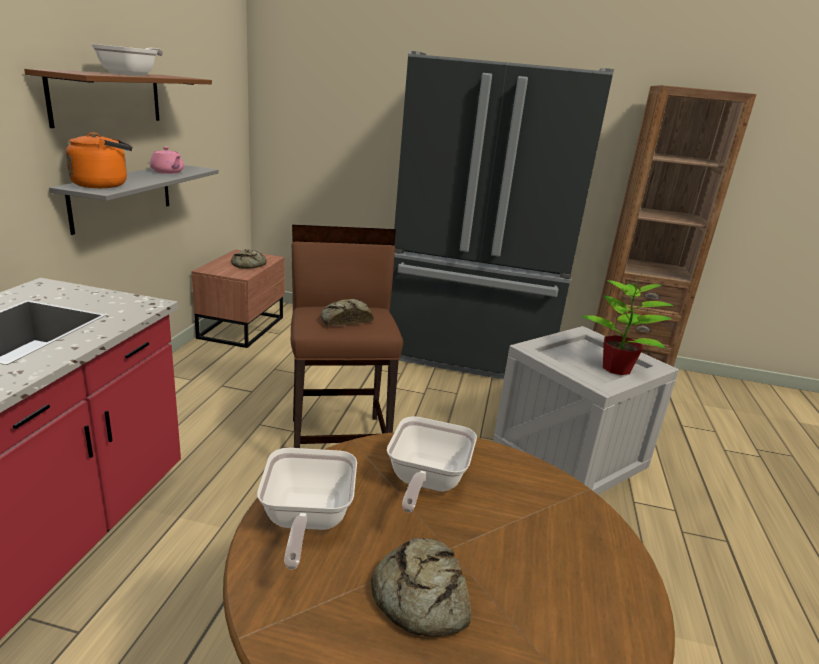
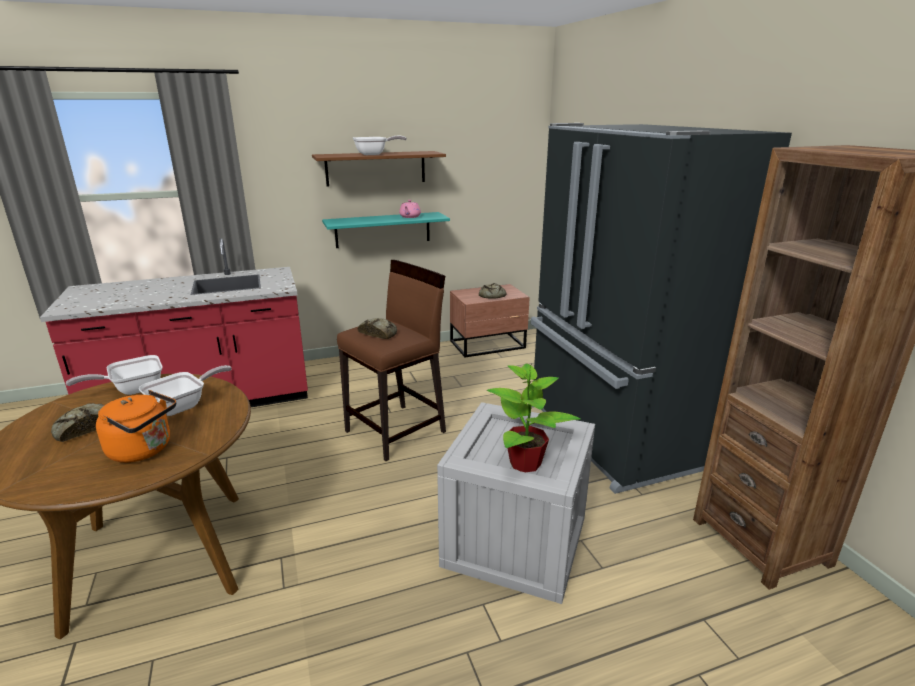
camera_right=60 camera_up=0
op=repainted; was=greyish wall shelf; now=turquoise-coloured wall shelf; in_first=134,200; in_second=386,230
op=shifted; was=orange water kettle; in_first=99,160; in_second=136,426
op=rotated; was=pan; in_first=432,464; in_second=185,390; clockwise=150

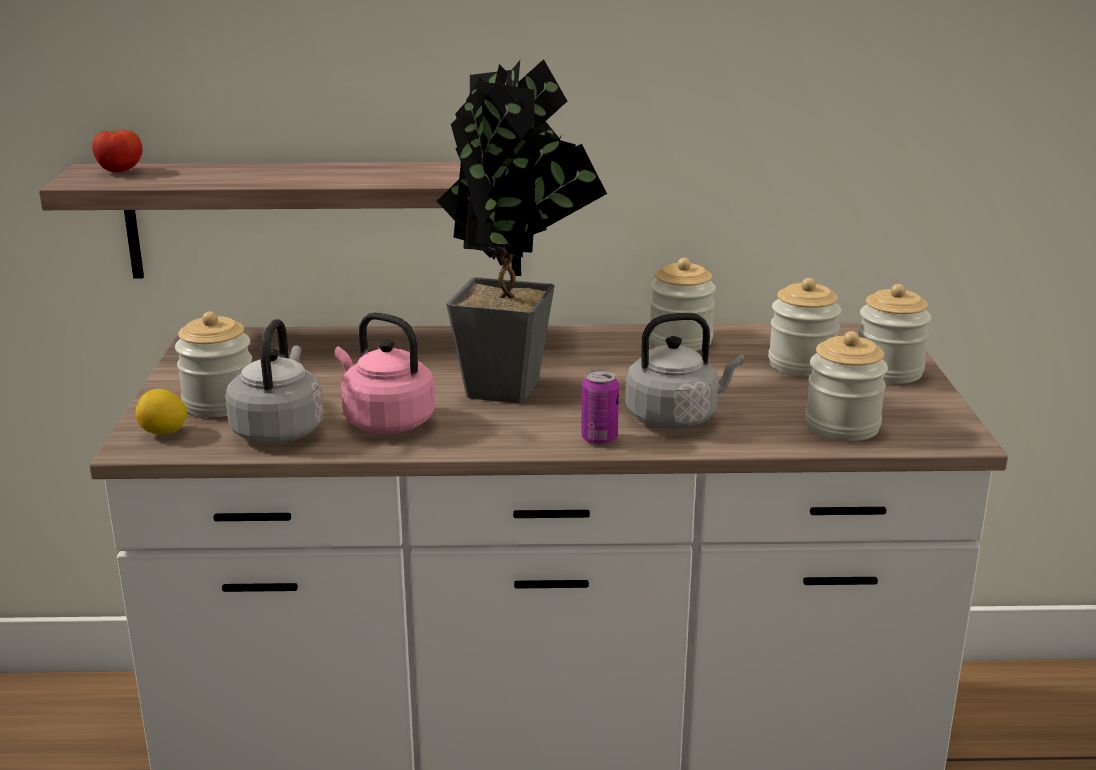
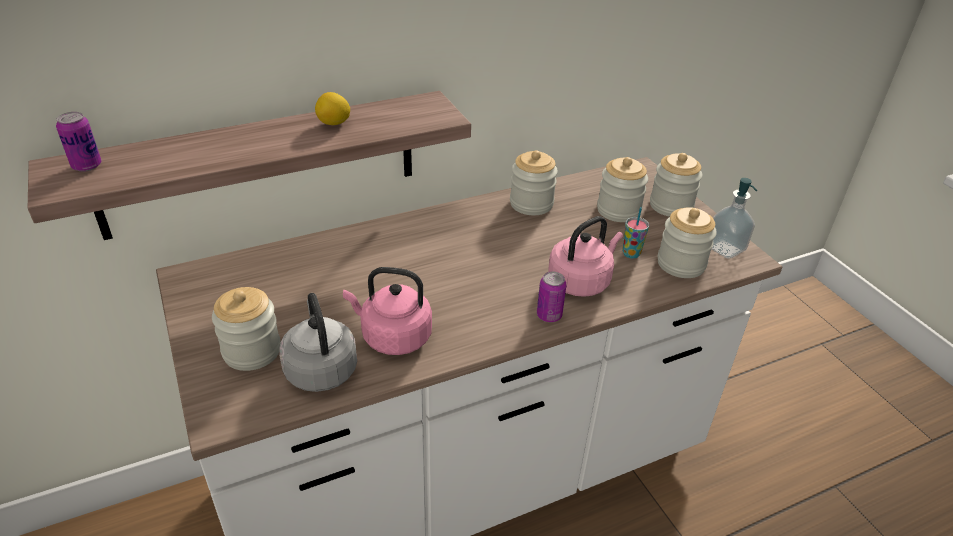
camera_right=-25 camera_up=15
op=swapped; was=tomato; now=metal can; in_first=117,151; in_second=78,142
op=shifted; was=whole lemon; in_first=161,412; in_second=332,108
op=gone; was=houseplant; in_first=522,231
op=repainted; was=greyish water kettle; now=pink water kettle; in_first=685,371; in_second=585,256
op=new; now=cup; in_second=635,233
op=new; now=soap bottle; in_second=734,218

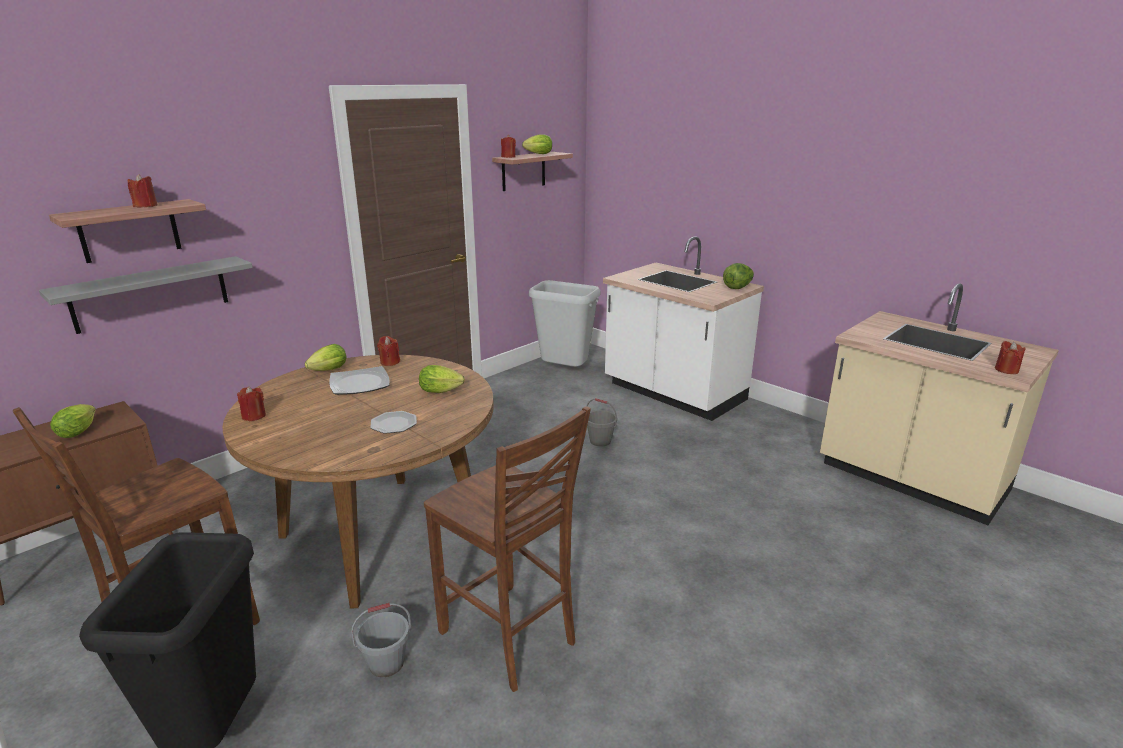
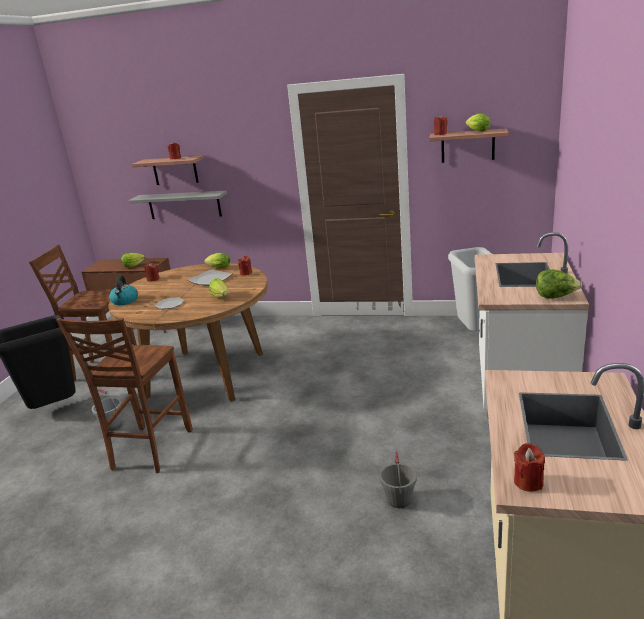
camera_right=60 camera_up=0
op=shifted; was=greyish water bucket; in_first=602,422; in_second=398,479
op=new; now=water kettle; in_second=123,290

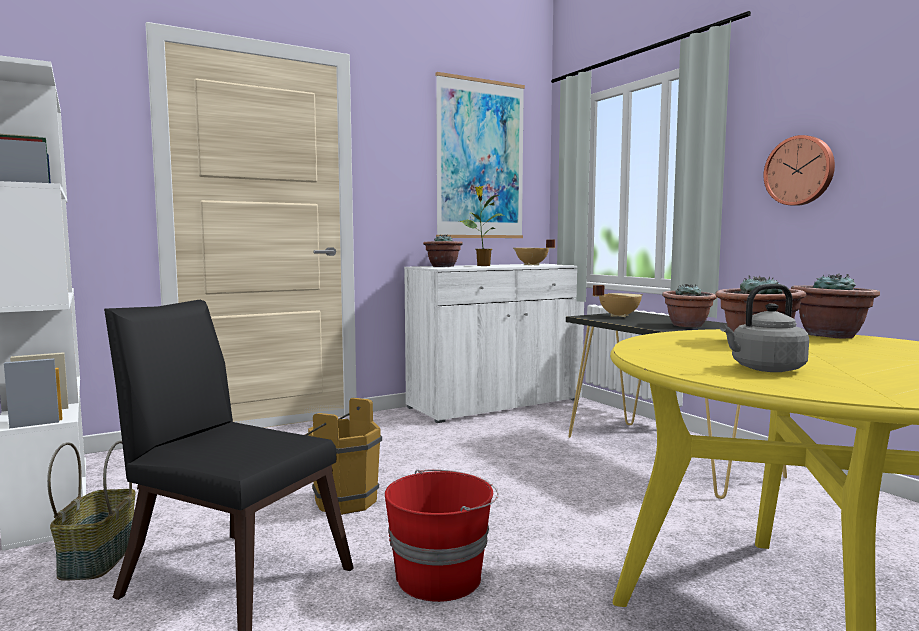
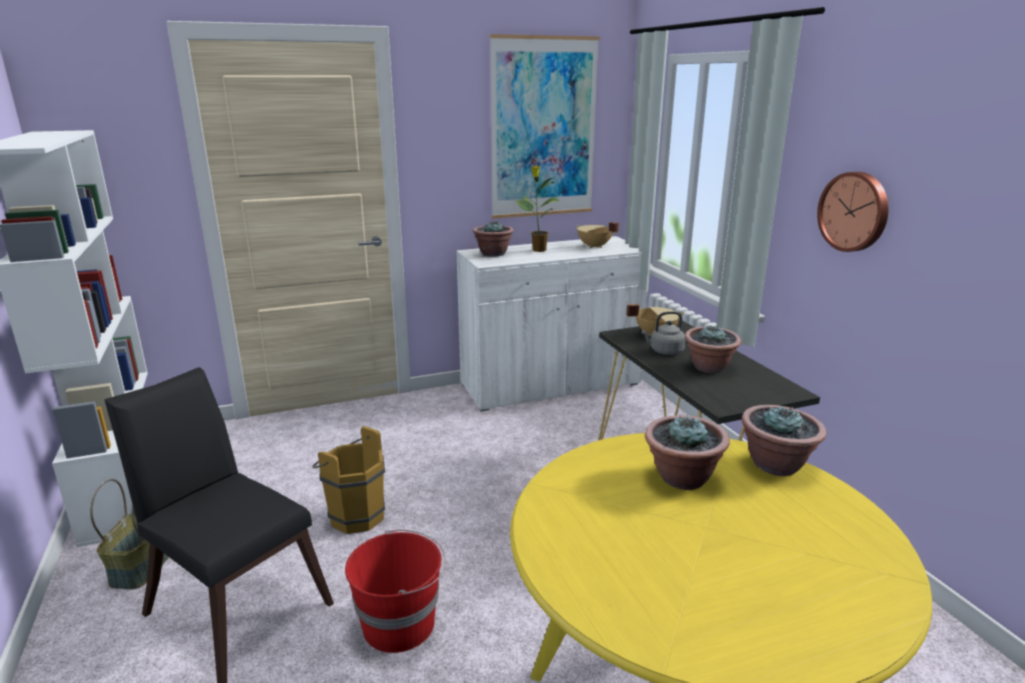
camera_right=10 camera_up=15
op=shifted; was=greyish water kettle; in_first=764,328; in_second=664,333

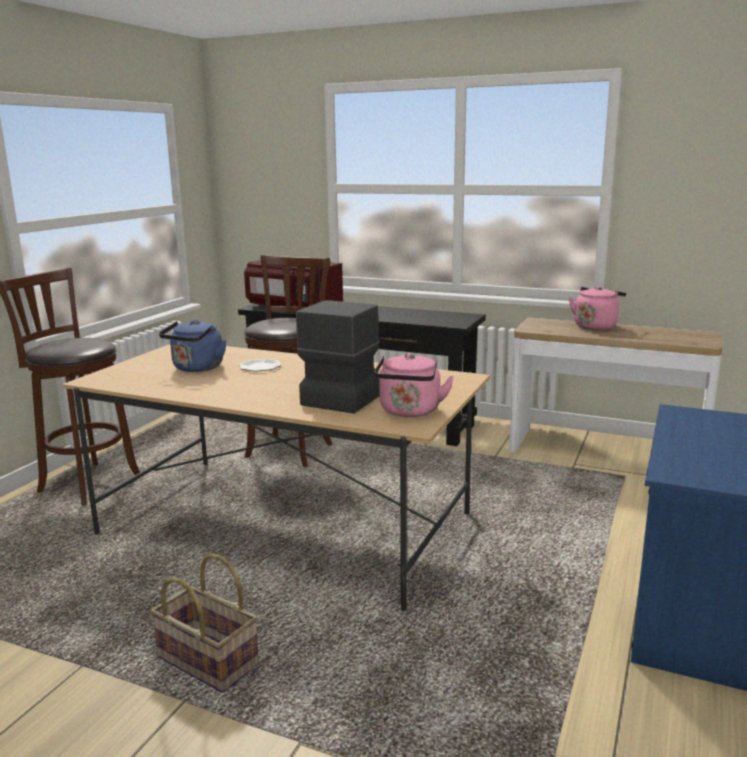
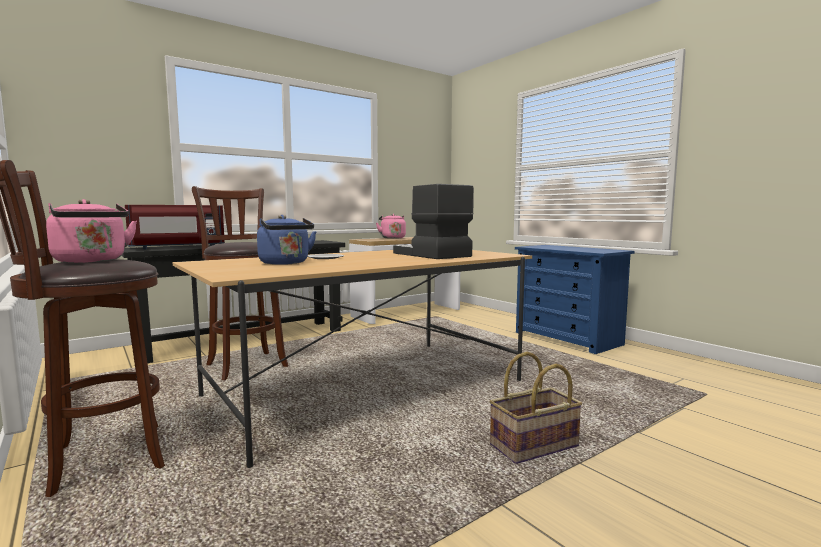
camera_right=-60 camera_up=-10
op=shifted; was=pink water kettle; in_first=414,385; in_second=91,231

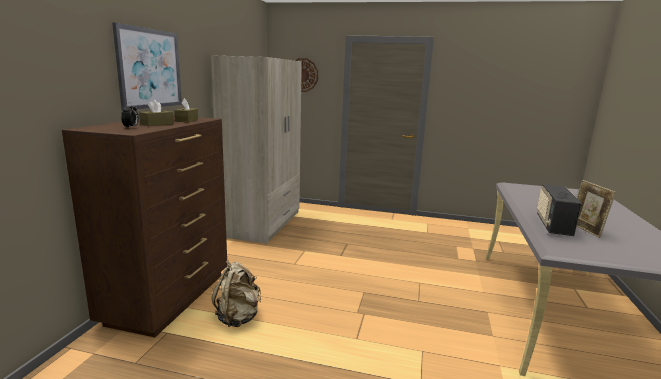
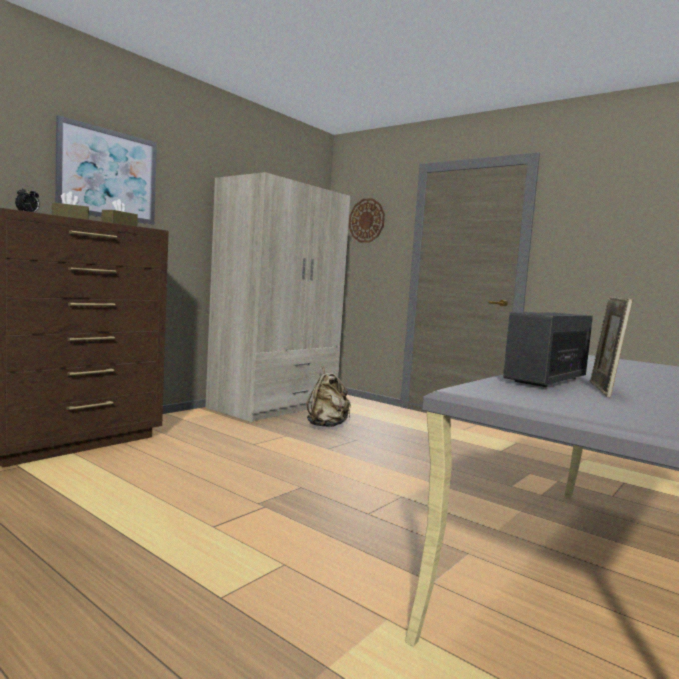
camera_right=25 camera_up=-10
op=shifted; was=sand-coloured rucksack; in_first=236,293; in_second=329,396

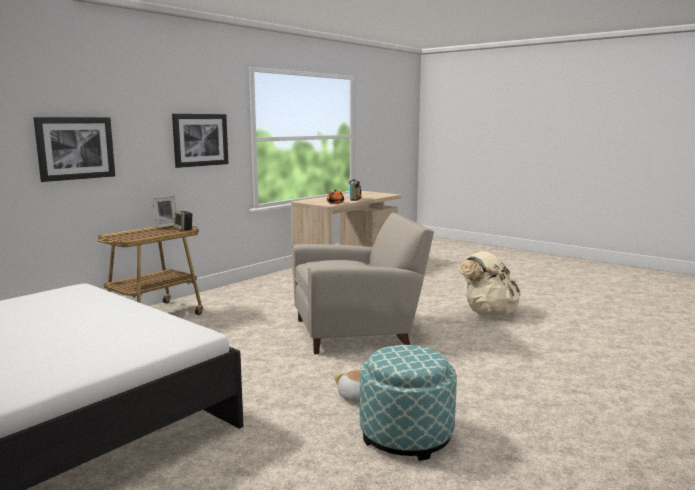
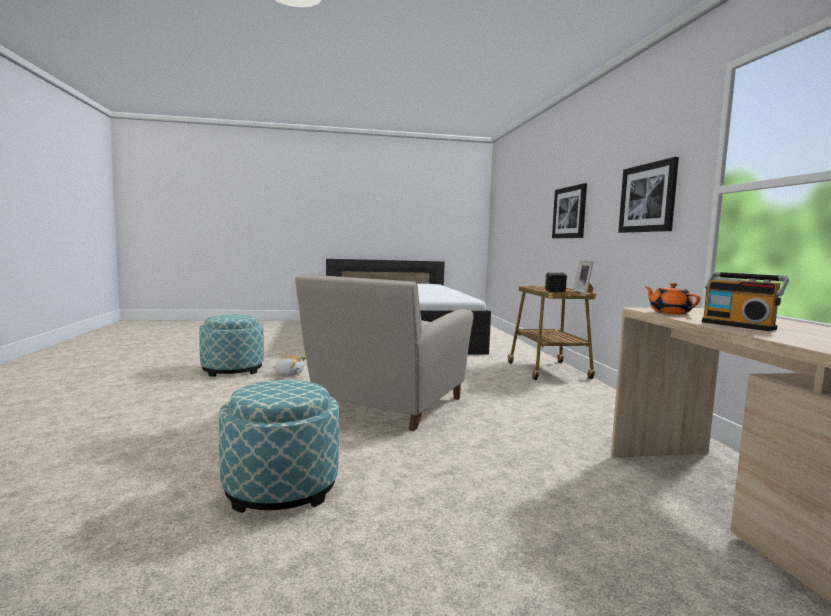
camera_right=130 camera_up=-5
op=swapped; was=sand-coloured rucksack; now=footrest; in_first=489,283; in_second=279,446

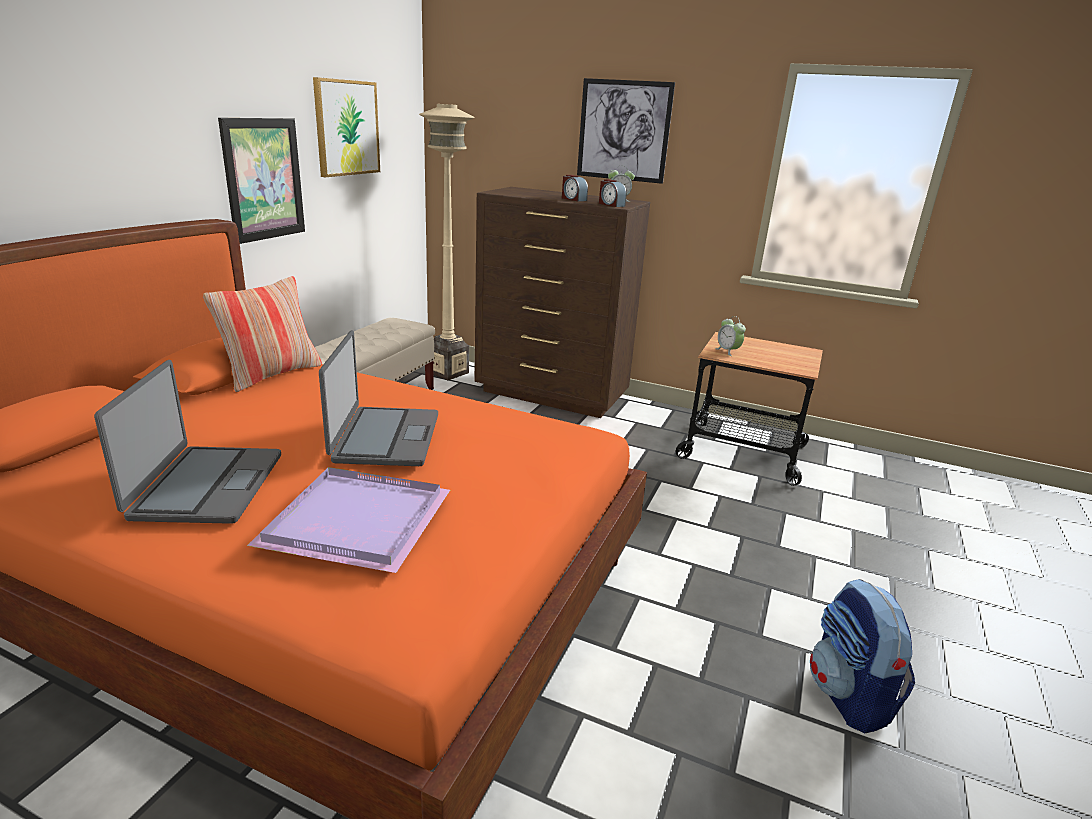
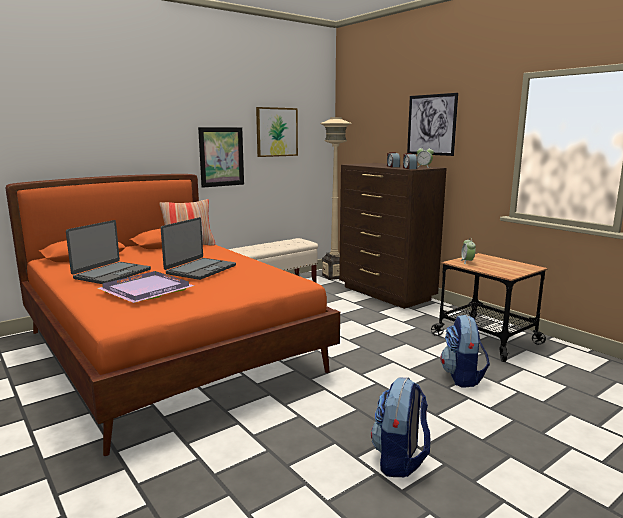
camera_right=30 camera_up=-10
op=new; now=rucksack; in_second=465,351

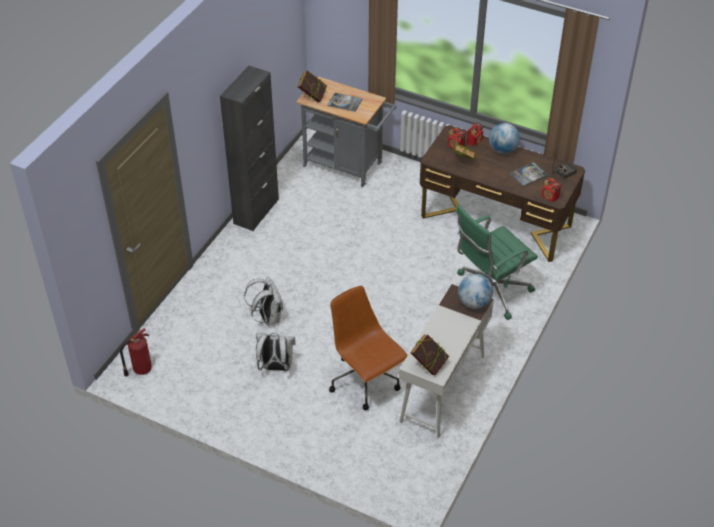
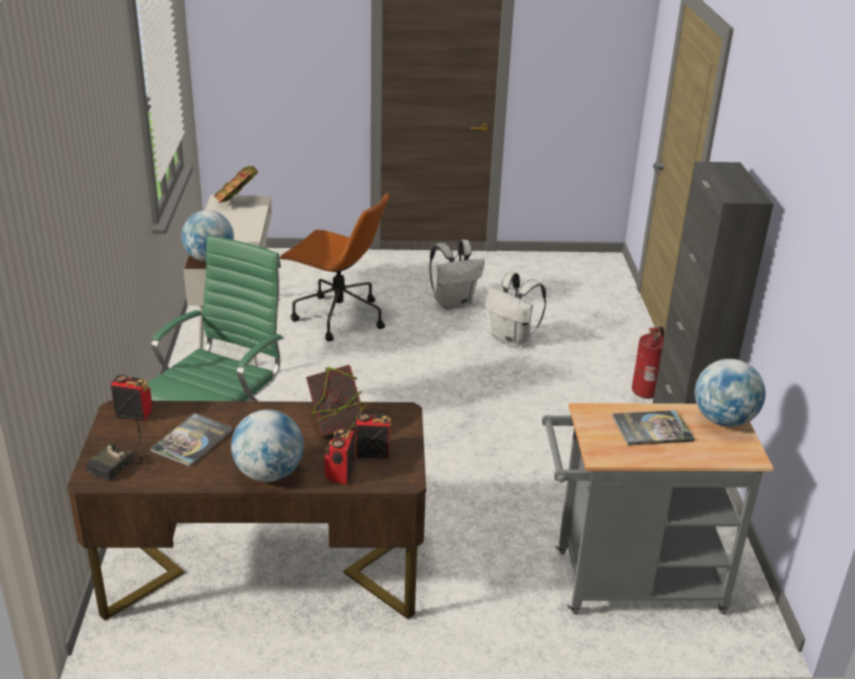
camera_right=150 camera_up=-15
op=shifted; was=extinguisher; in_first=136,352; in_second=648,362
op=swapped; was=bound book; now=globe; in_first=312,86; in_second=730,393

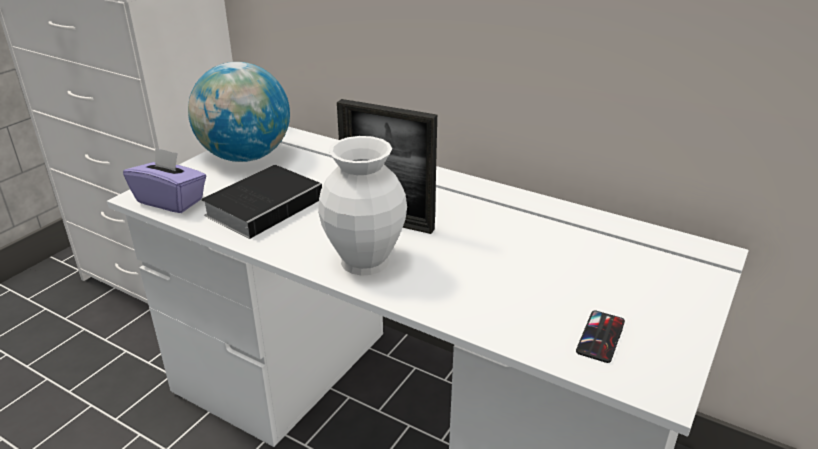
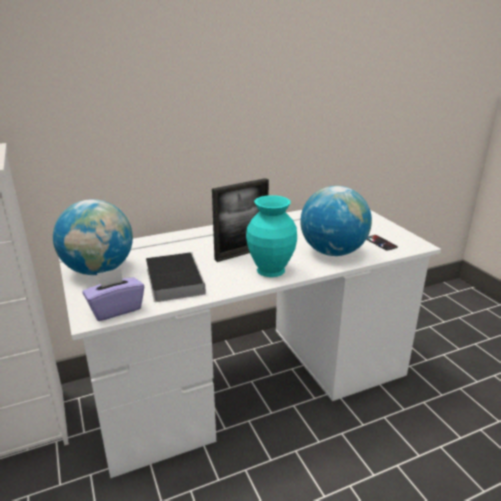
camera_right=-55 camera_up=-5
op=repainted; was=whitish decorative vase; now=turquoise-coloured decorative vase; in_first=362,206; in_second=271,236
op=new; now=globe; in_second=336,221

